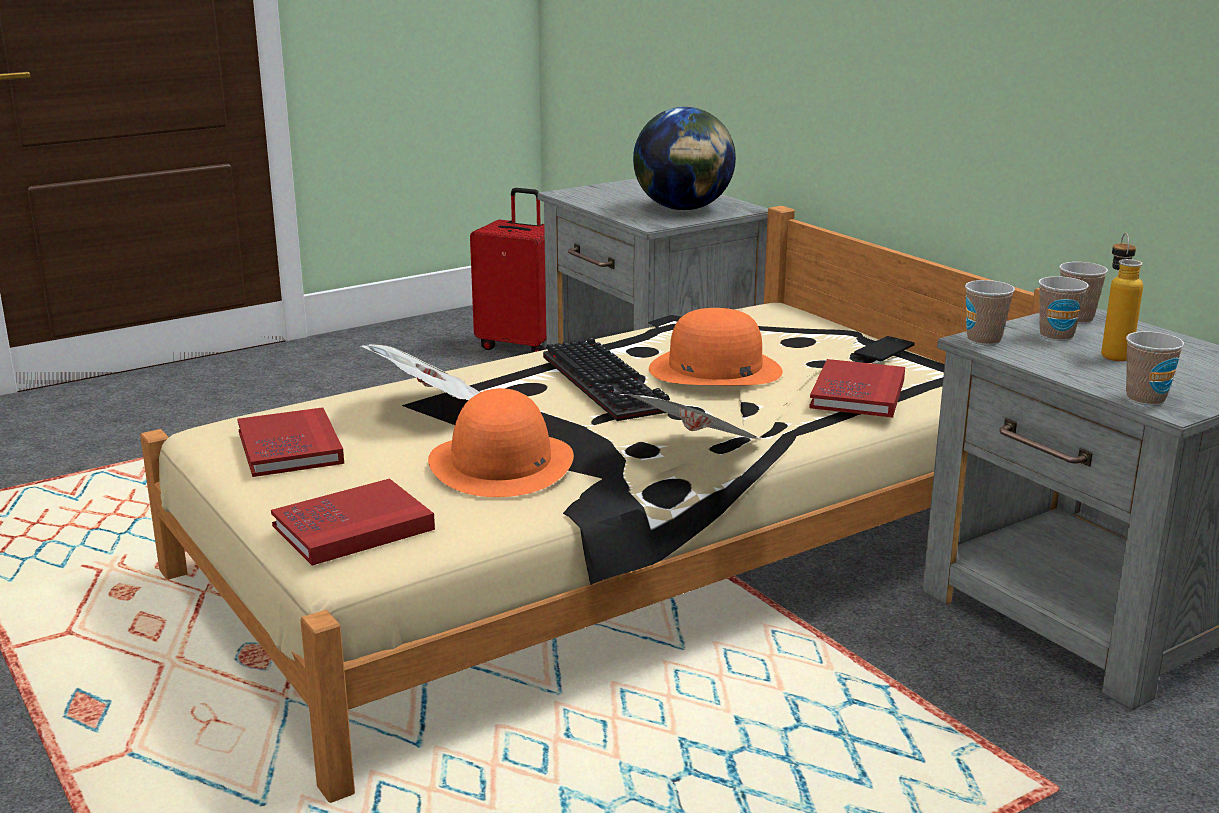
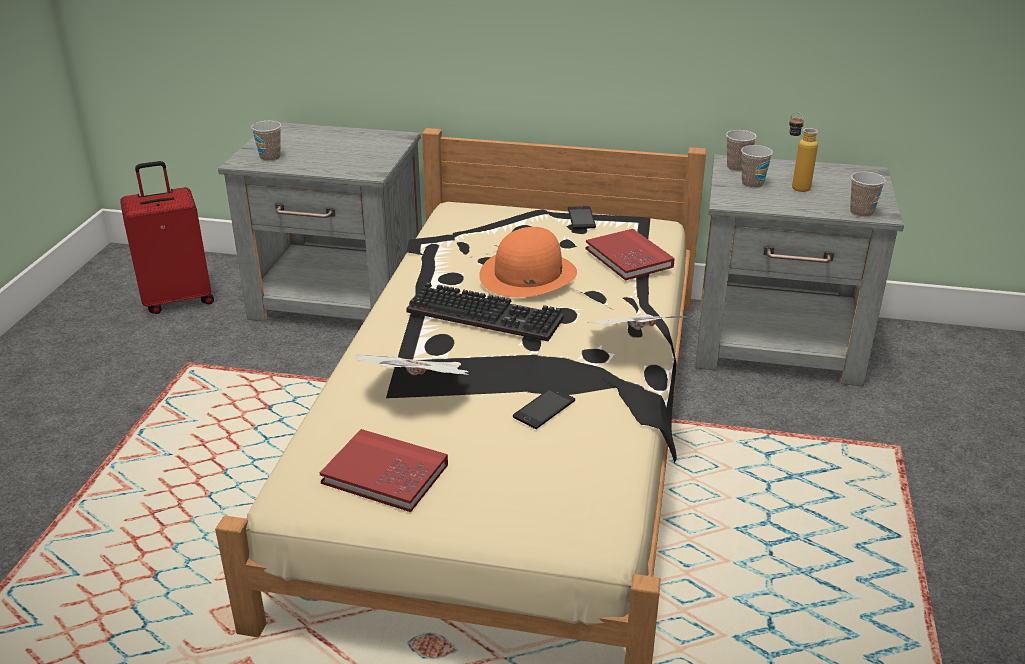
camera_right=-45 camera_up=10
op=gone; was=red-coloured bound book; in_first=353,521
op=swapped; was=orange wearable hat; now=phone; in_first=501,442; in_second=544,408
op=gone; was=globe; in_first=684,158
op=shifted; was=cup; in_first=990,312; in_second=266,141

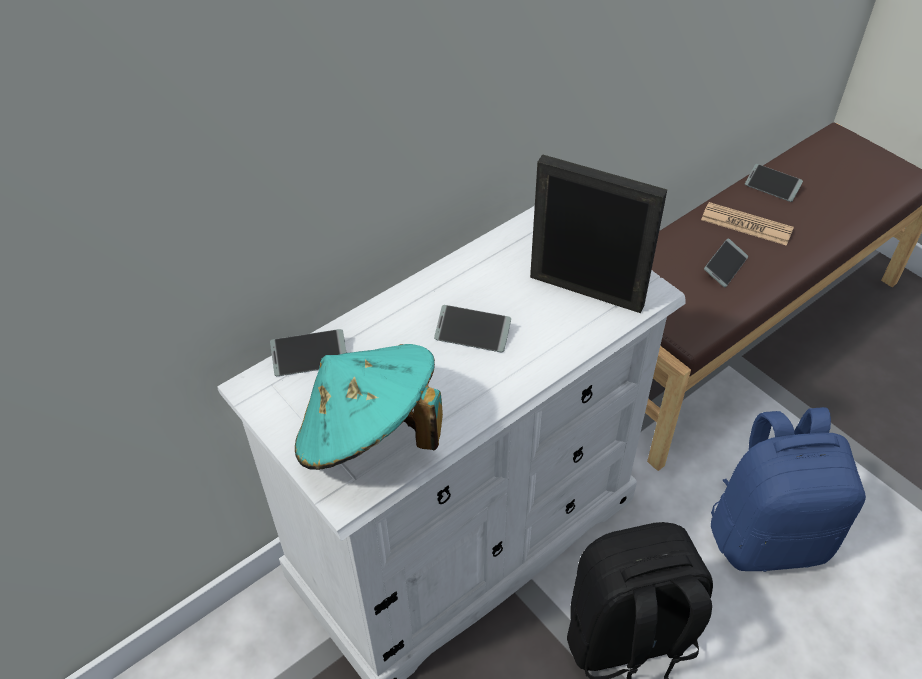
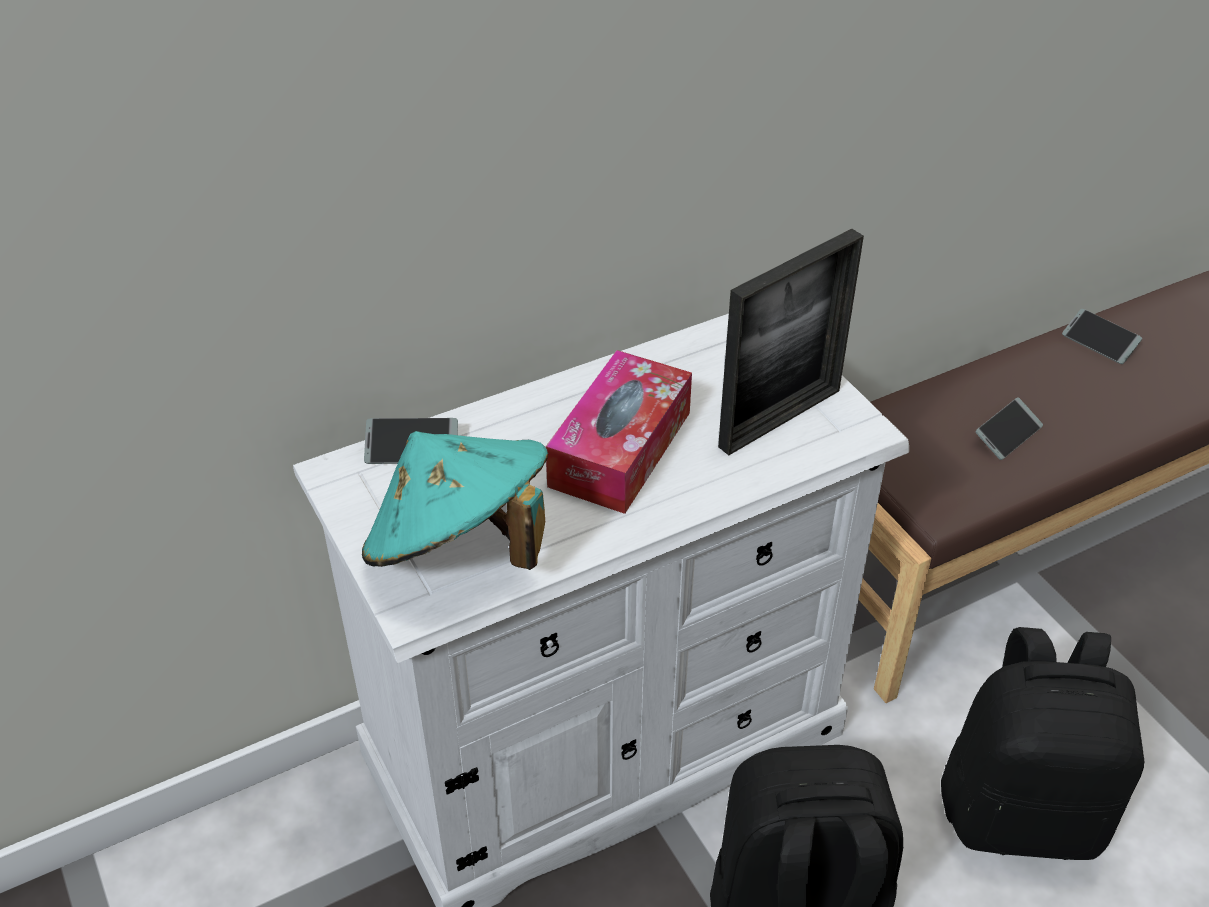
camera_right=10 camera_up=-5
op=swapped; was=phone; now=tissue holder; in_first=472,328; in_second=619,432
op=rotated; was=photo frame; in_first=598,233; in_second=791,341; clockwise=105
op=gone; was=newspaper; in_first=747,224
op=repainted; was=blue-coloured rucksack; now=black-coloured rucksack; in_first=788,489; in_second=1042,743

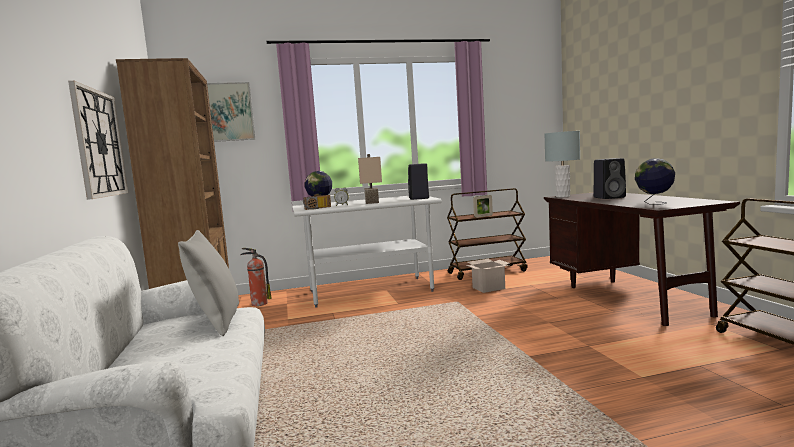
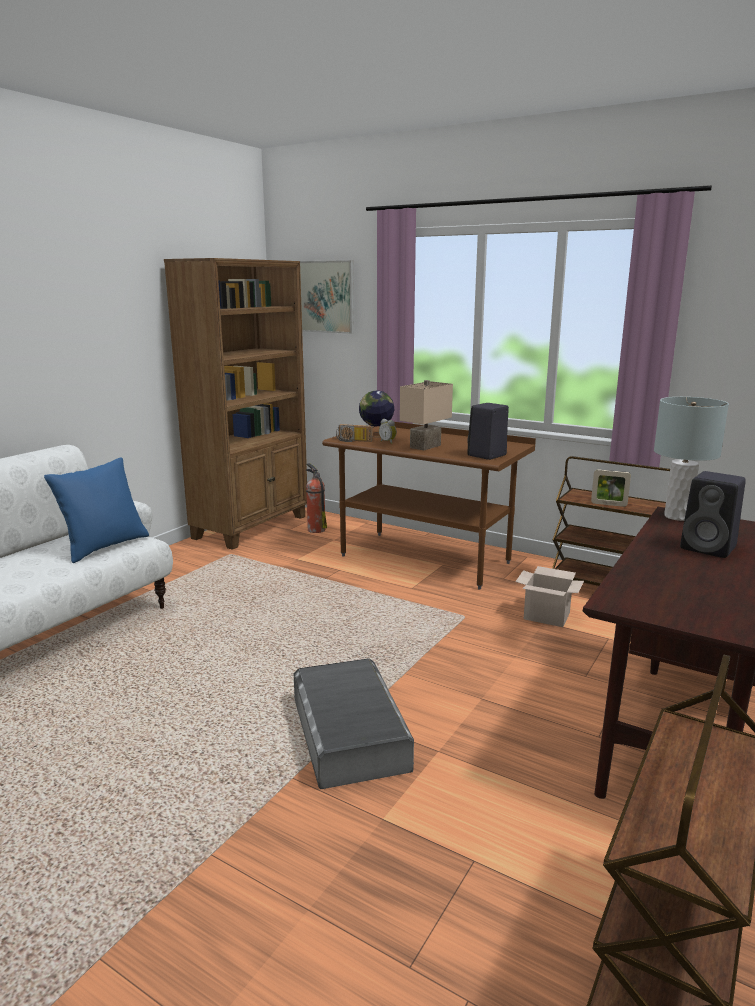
camera_right=45 camera_up=10
op=gone; was=wall clock; in_first=98,140
op=repainted; was=greyish pillow; now=blue-coloured pillow; in_first=208,283; in_second=96,510
op=repainted; was=whitish desk table; now=brown-coloured desk table; in_first=367,249; in_second=429,506
op=gone; was=globe; in_first=655,181
op=new; now=greyish storage box; in_second=354,723

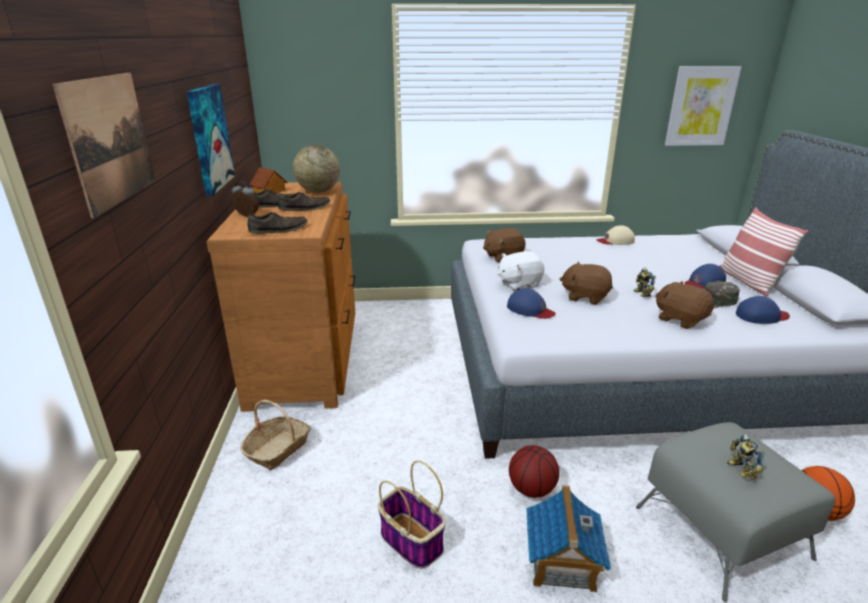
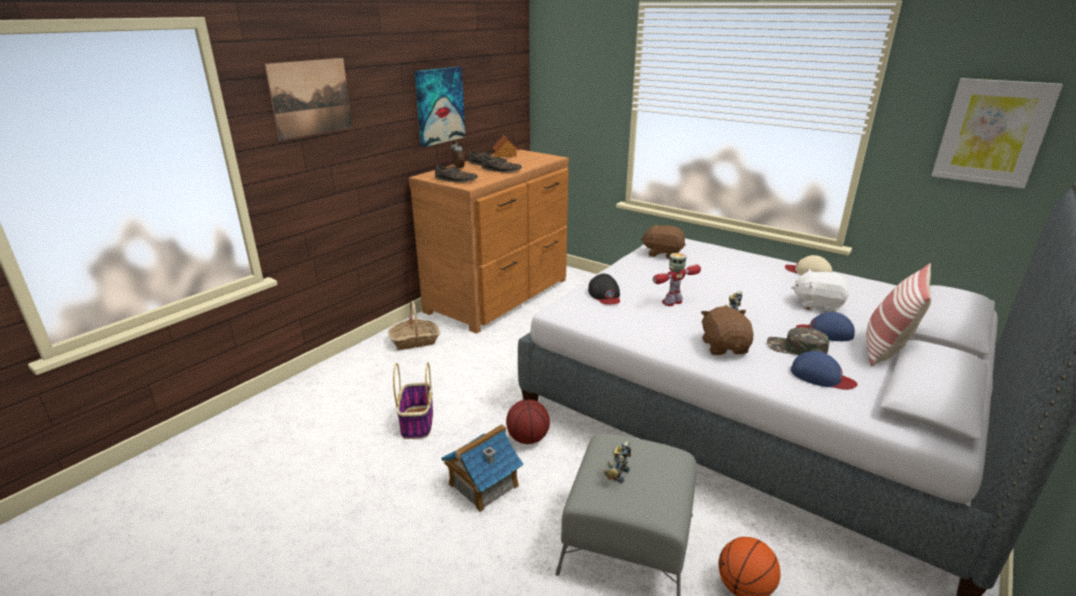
camera_right=40 camera_up=0
op=gone; was=globe; in_first=316,169
op=shifted; was=whitish soft toy; in_first=521,270; in_second=820,290
op=repainted; was=blue-coloured cap; now=black-coloured cap; in_first=531,303; in_second=604,289
op=swapped; was=brown-coloured soft toy; now=toy robot; in_first=586,283; in_second=677,279

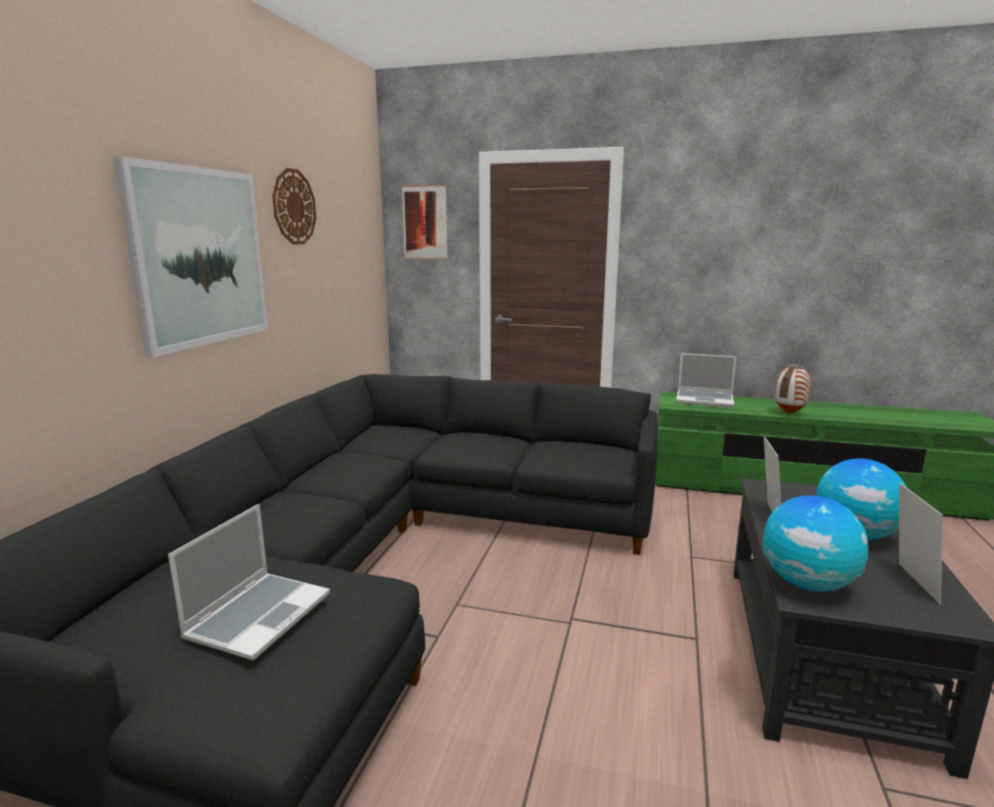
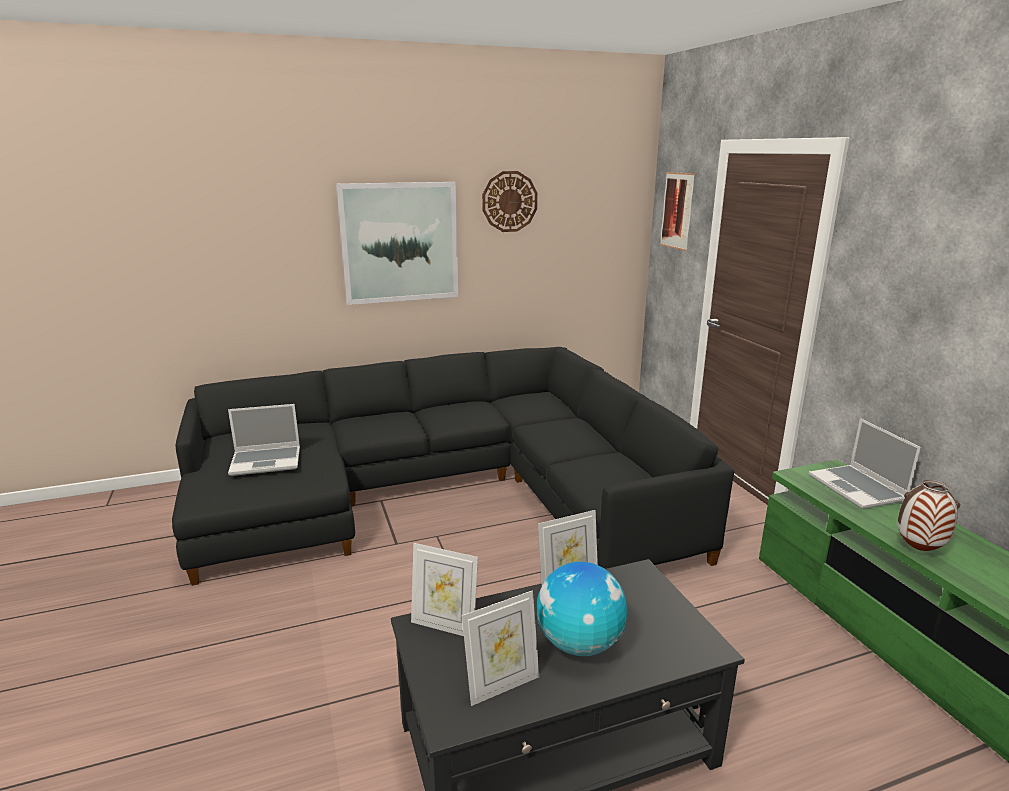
camera_right=55 camera_up=5
op=swapped; was=globe; now=photo frame; in_first=815,543; in_second=444,589

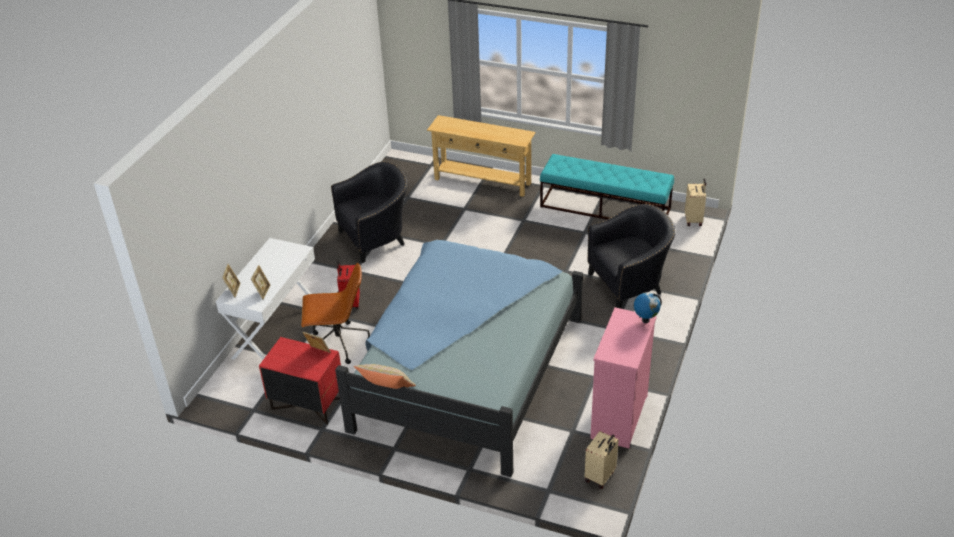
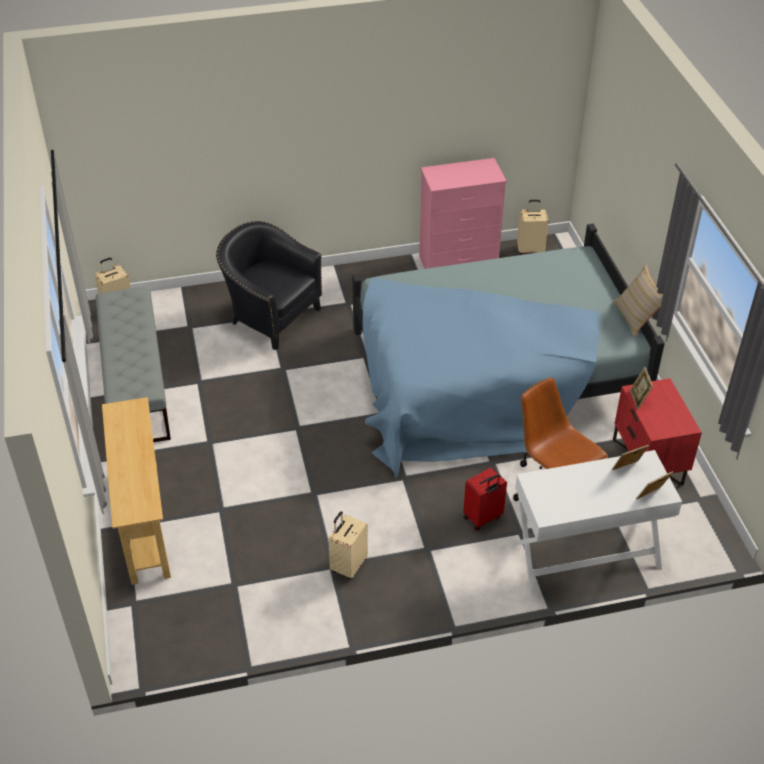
camera_right=-125 camera_up=5
op=swapped; was=black-coloured lounge chair; now=sand-coloured suitcase; in_first=369,212; in_second=348,545
op=repainted; was=turquoise-coloured indoor bench; now=greyish indoor bench; in_first=607,187; in_second=133,364
op=gone; was=globe; in_first=648,307

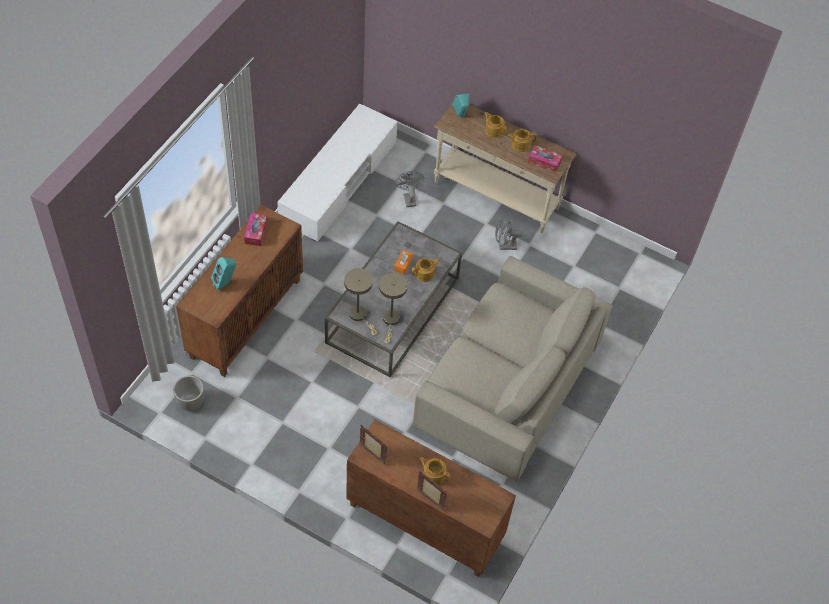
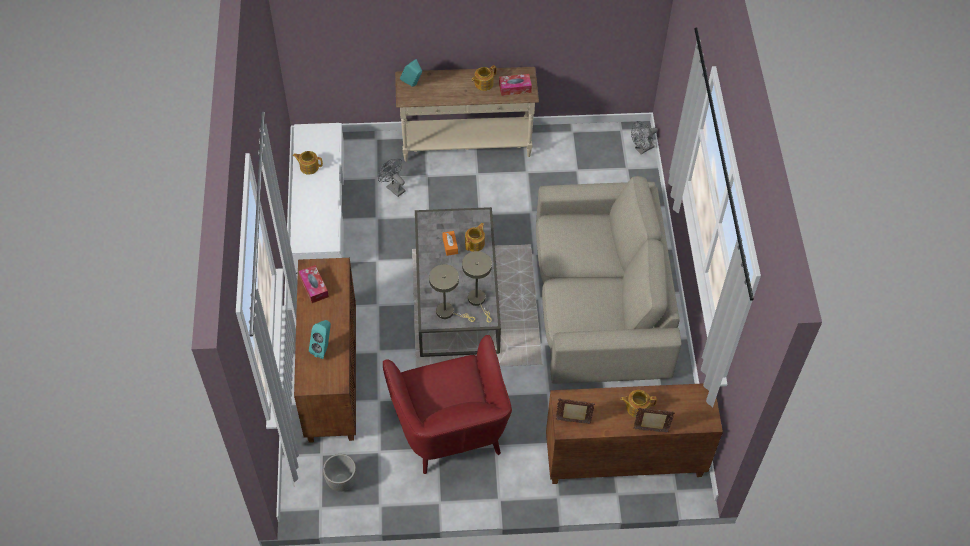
camera_right=-30 camera_up=0
op=shifted; was=teapot; in_first=495,125; in_second=308,163
op=shifted; was=greyish fan; in_first=509,233; in_second=644,137
op=new; now=red-coloured lounge chair; in_second=447,404

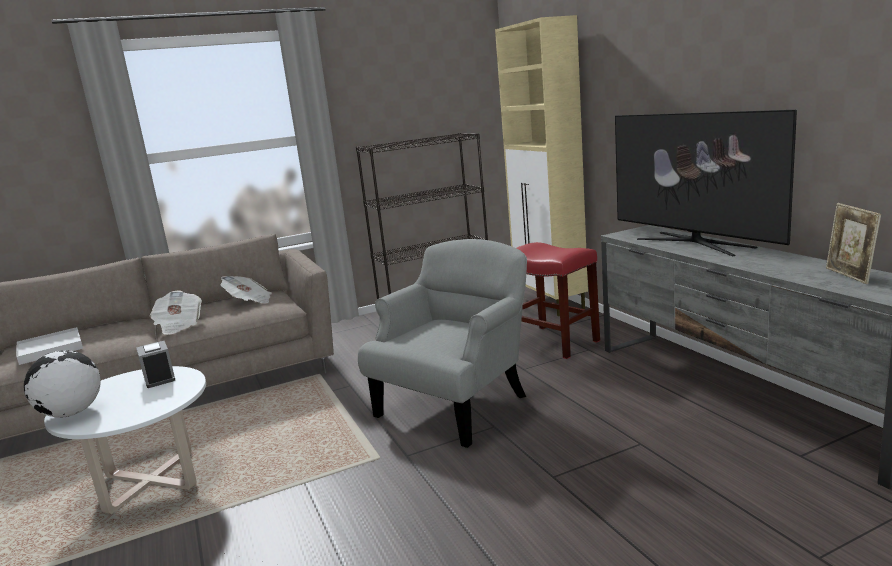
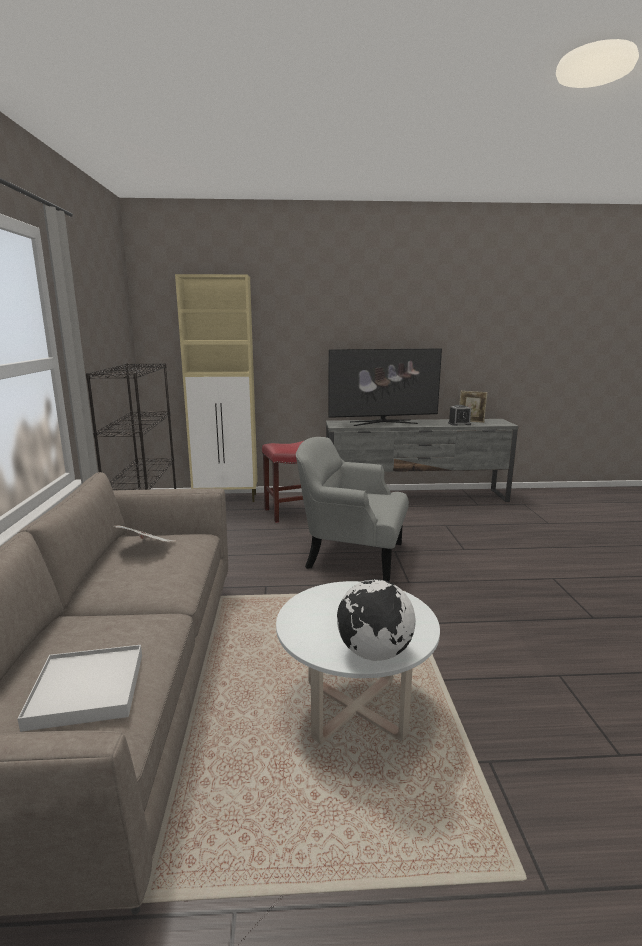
camera_right=-70 camera_up=0
op=shifted; was=table clock; in_first=155,364; in_second=459,415
op=gone; was=newspaper; in_first=176,313
op=rotated; was=greyish lounge chair; in_first=442,343; in_second=352,509; clockwise=-45

